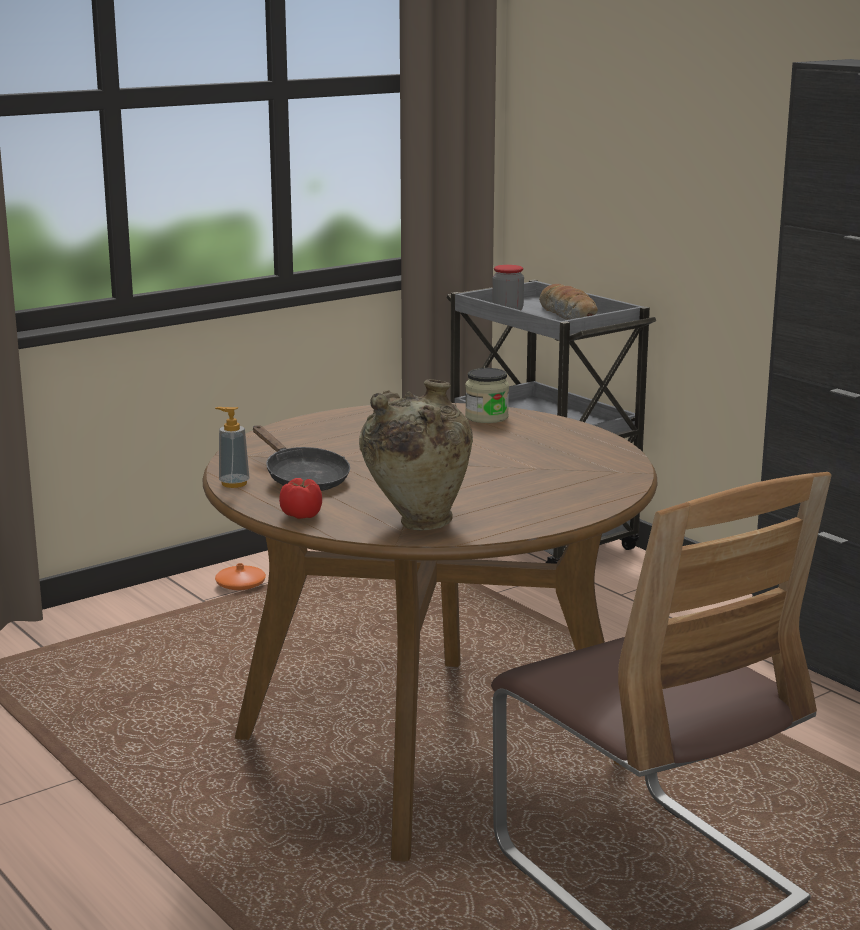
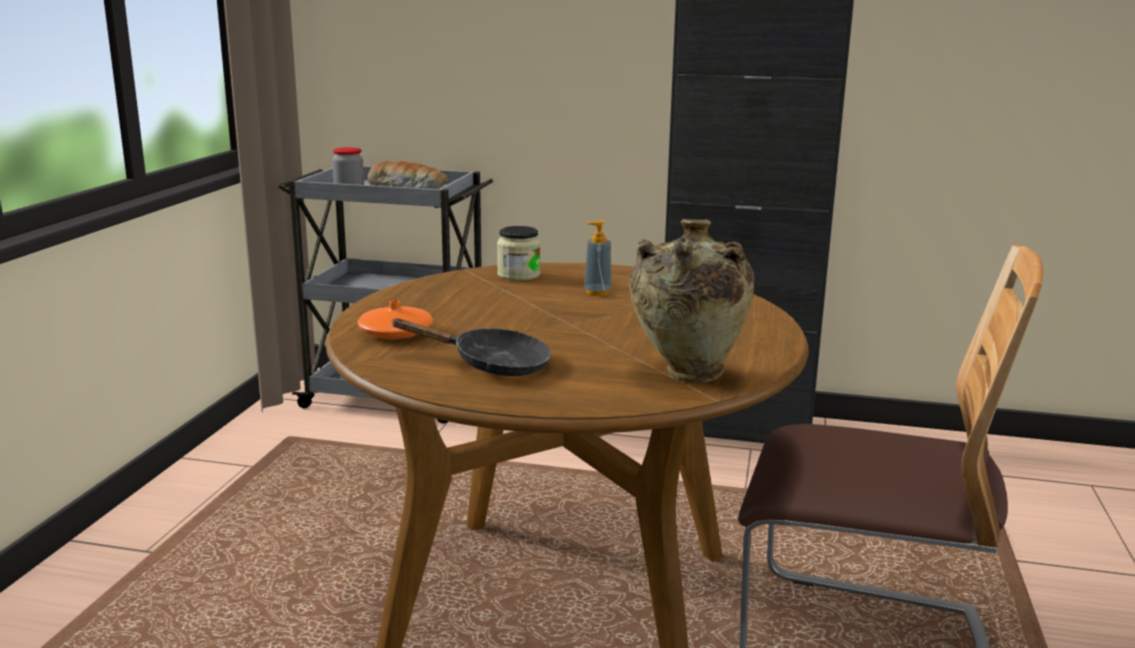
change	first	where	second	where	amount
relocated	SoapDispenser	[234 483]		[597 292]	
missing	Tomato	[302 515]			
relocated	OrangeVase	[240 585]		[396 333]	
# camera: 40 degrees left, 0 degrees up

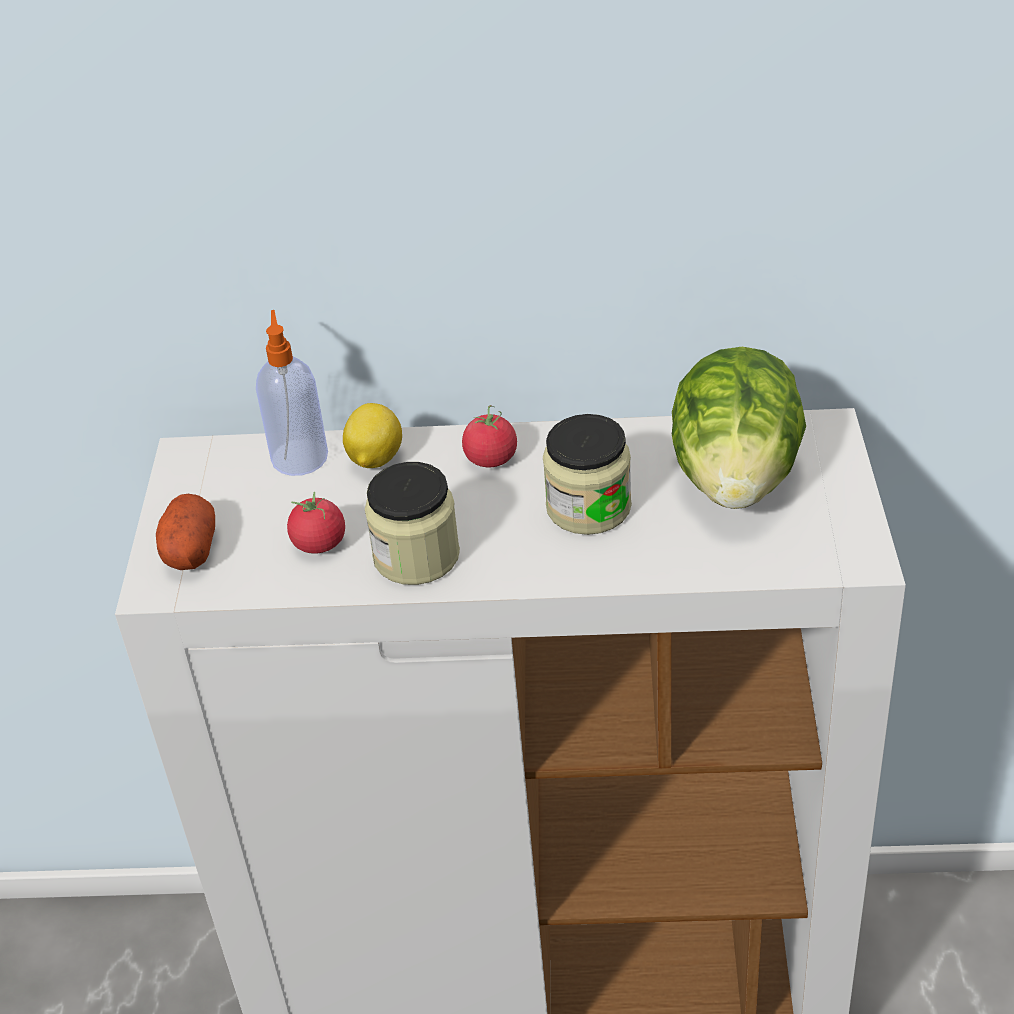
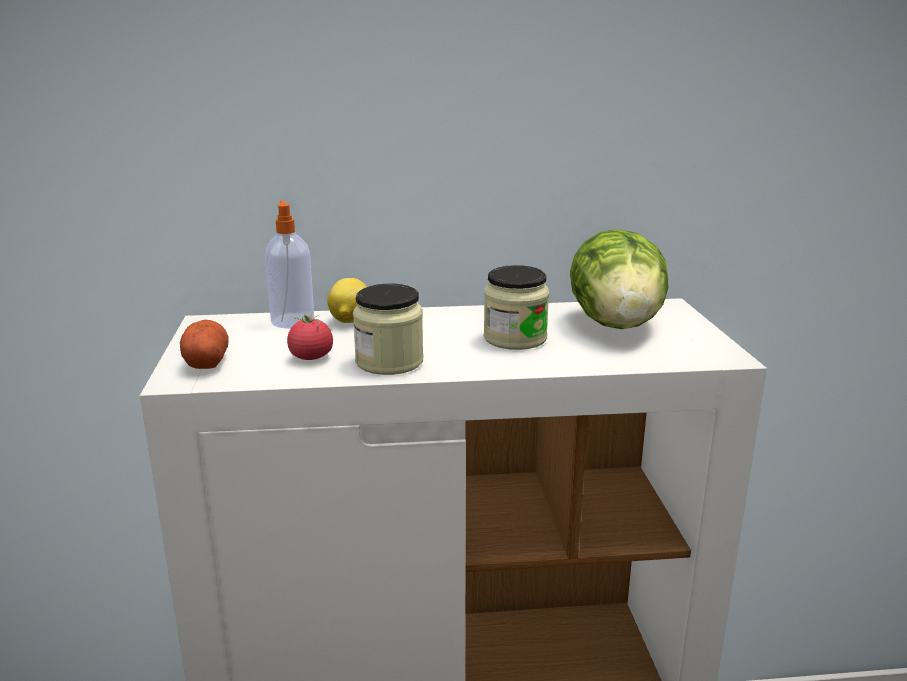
change	first	where	second	where	amount
missing	Tomato	[491 458]			
# camera: 10 degrees left, 20 degrees down

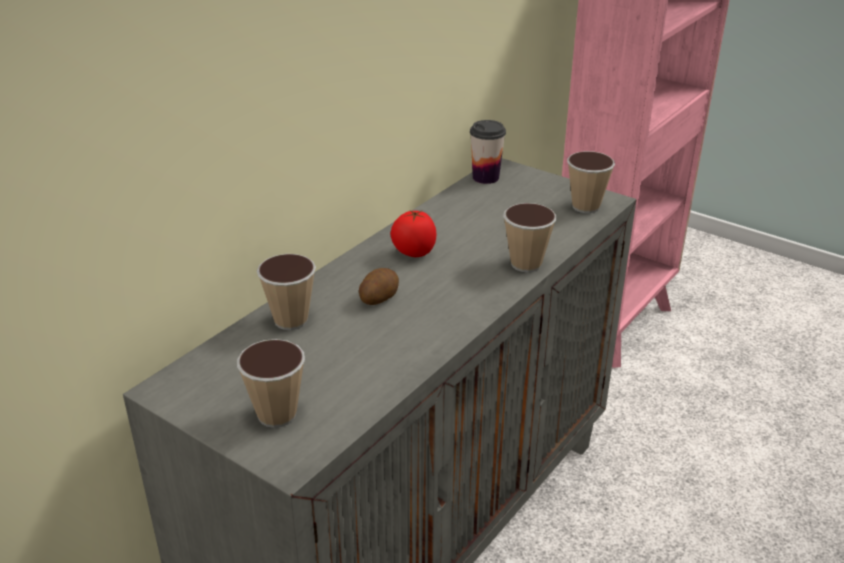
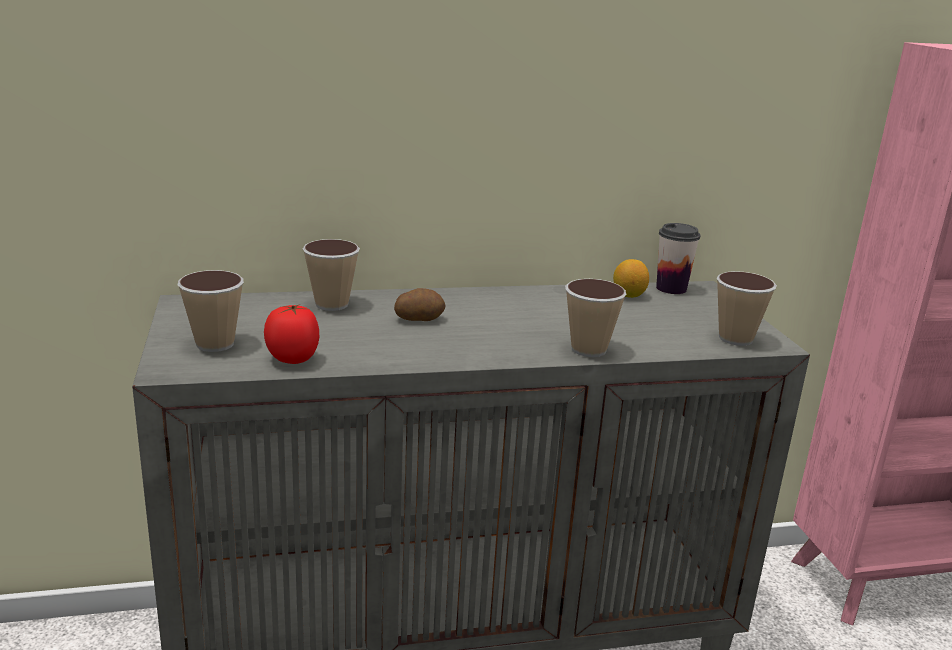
change	first	where	second	where	amount
relocated	Tomato	[413 253]		[292 359]	
appeared			Lemon	[628 295]	
# camera: 40 degrees right, 10 degrees down

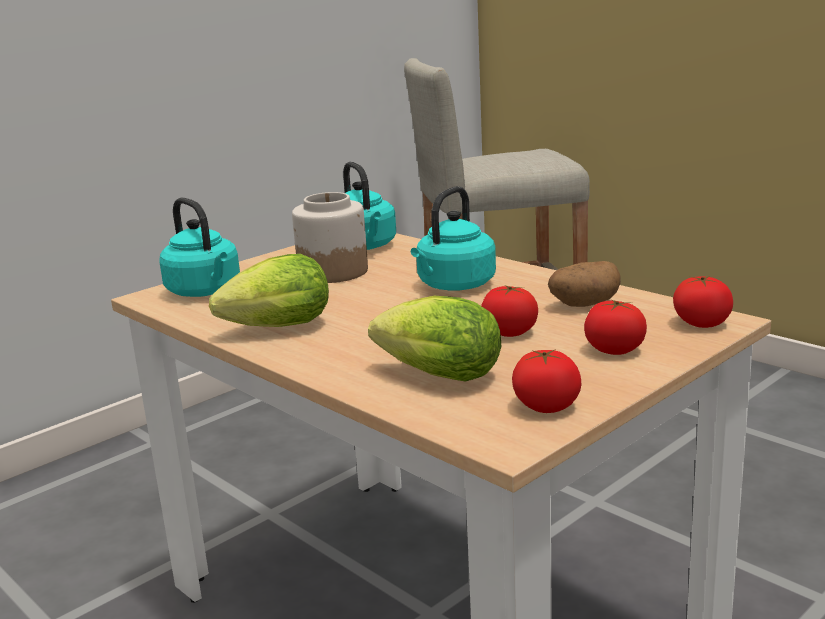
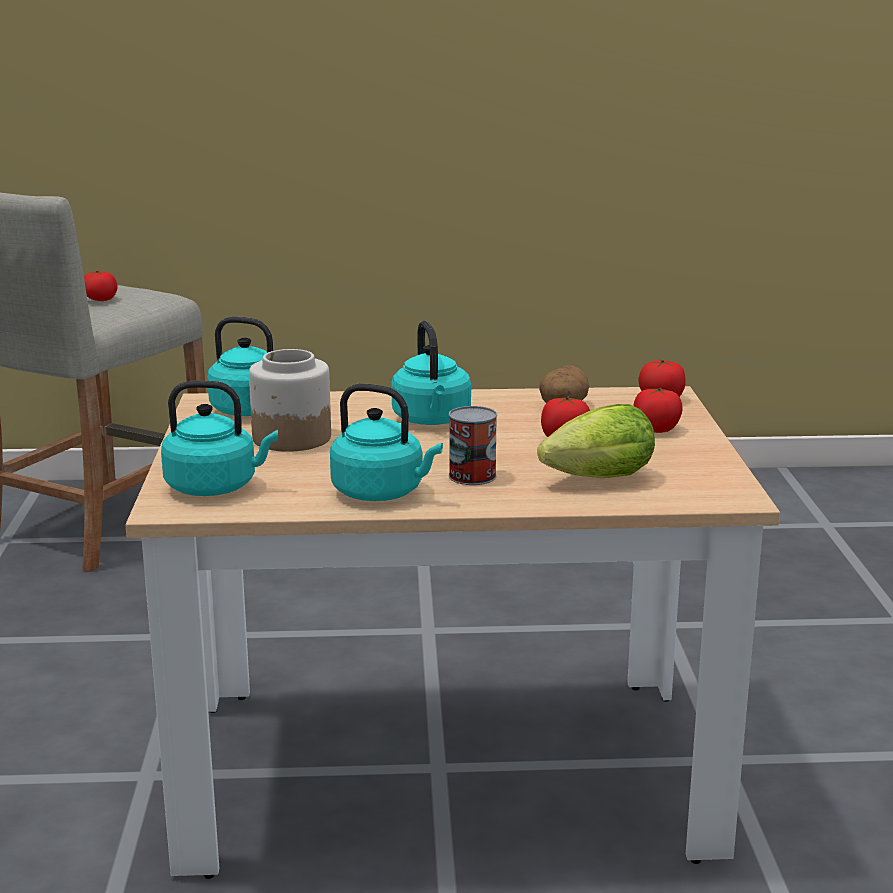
change	first	where	second	where	amount
exchanged	Lettuce	[272 329]	TurquoiseKettle	[382 493]	
relocated	Tomato	[546 406]		[100 300]	
appeared			Can	[472 476]	
# camera: 50 degrees left, 0 degrees up

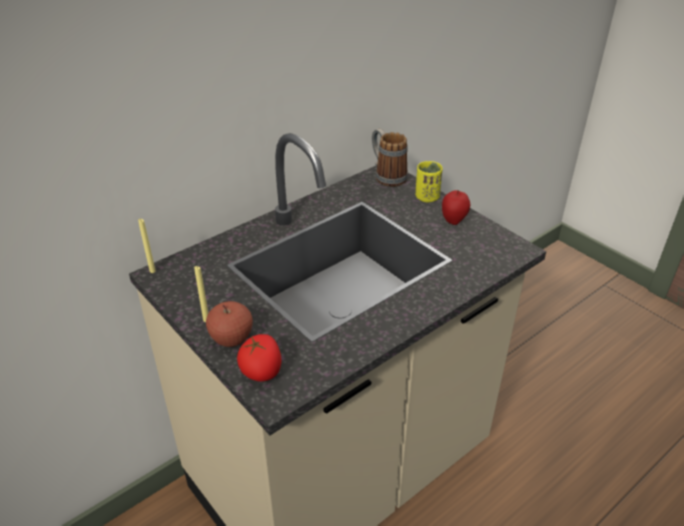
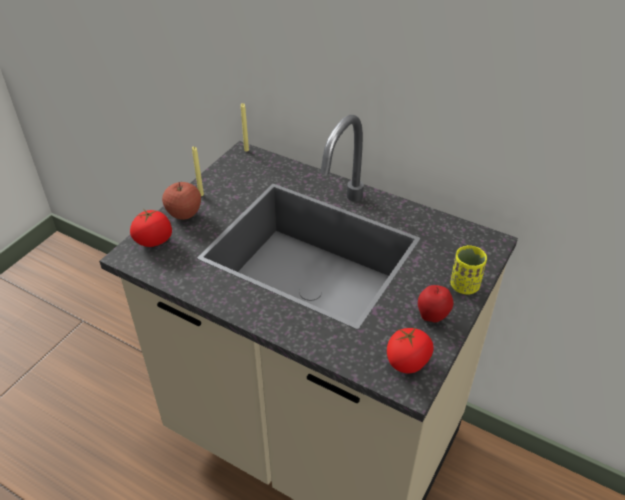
change	first	where	second	where	amount
missing	Mug	[386 175]			
appeared			Tomato	[407 362]	
# camera: 70 degrees right, 5 degrees up

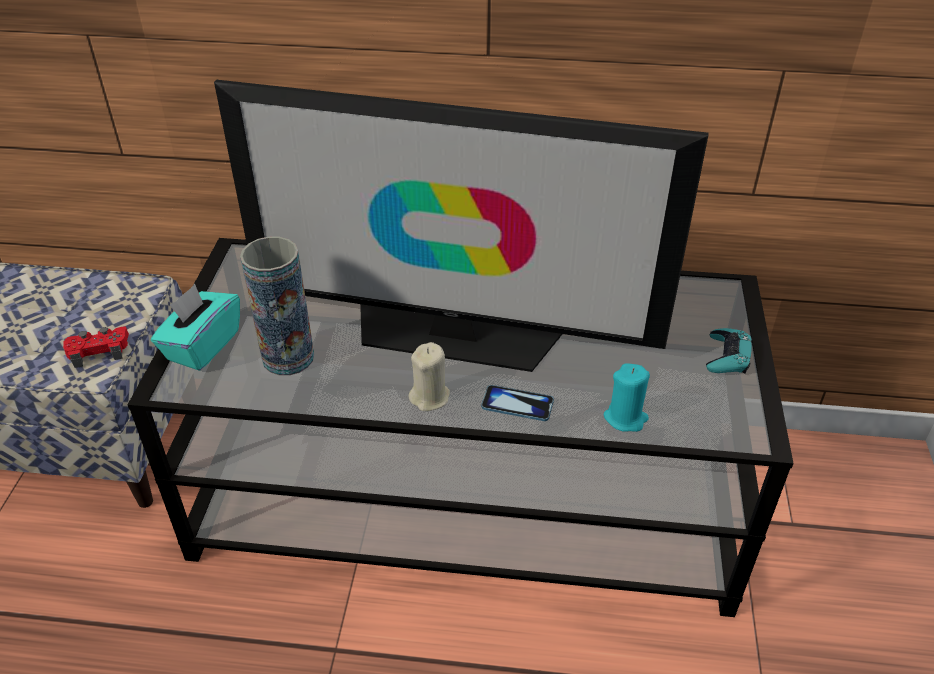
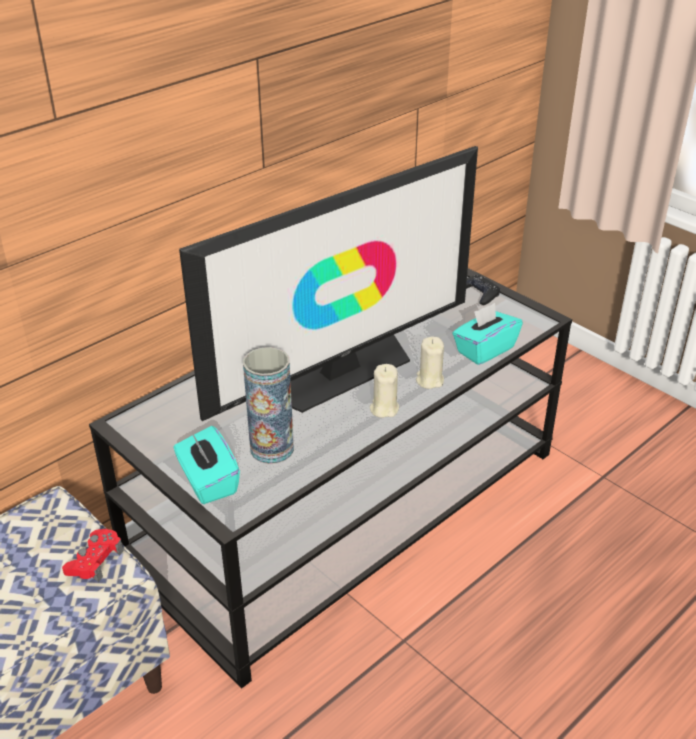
change	first	where	second	where	amount
colour	TurquoiseGameController	[727 356]	BlackGameController	[479 294]	
exchanged	TurquoiseCandle	[625 418]	TurquoiseTissueBox	[484 350]	
exchanged	Phone	[517 404]	BeigeCandle	[429 380]	
# camera: 50 degrees left, 5 degrees down

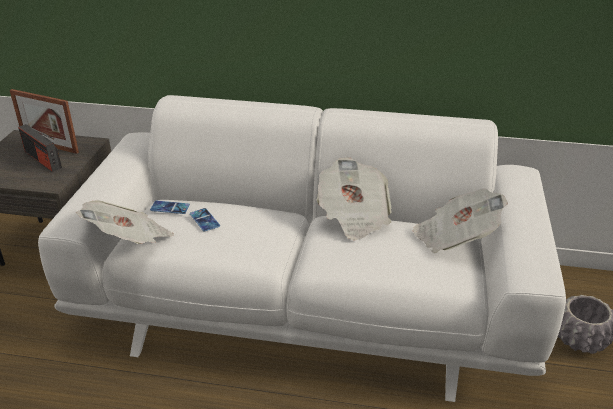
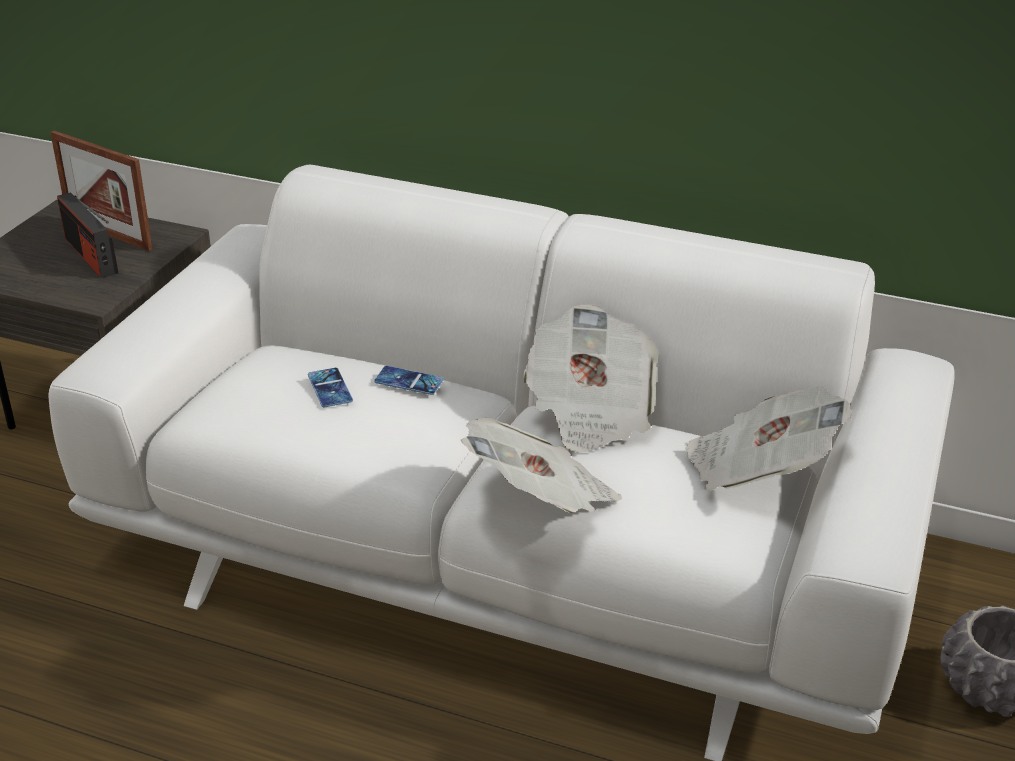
change	first	where	second	where	amount
relocated	Newspaper	[130 240]		[541 500]	
relocated	Phone	[170 207]		[409 381]	
# camera: 10 degrees right, 0 degrees up

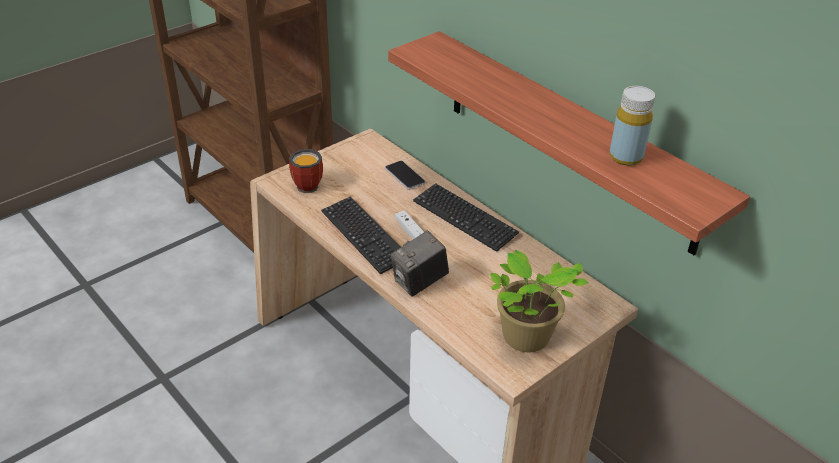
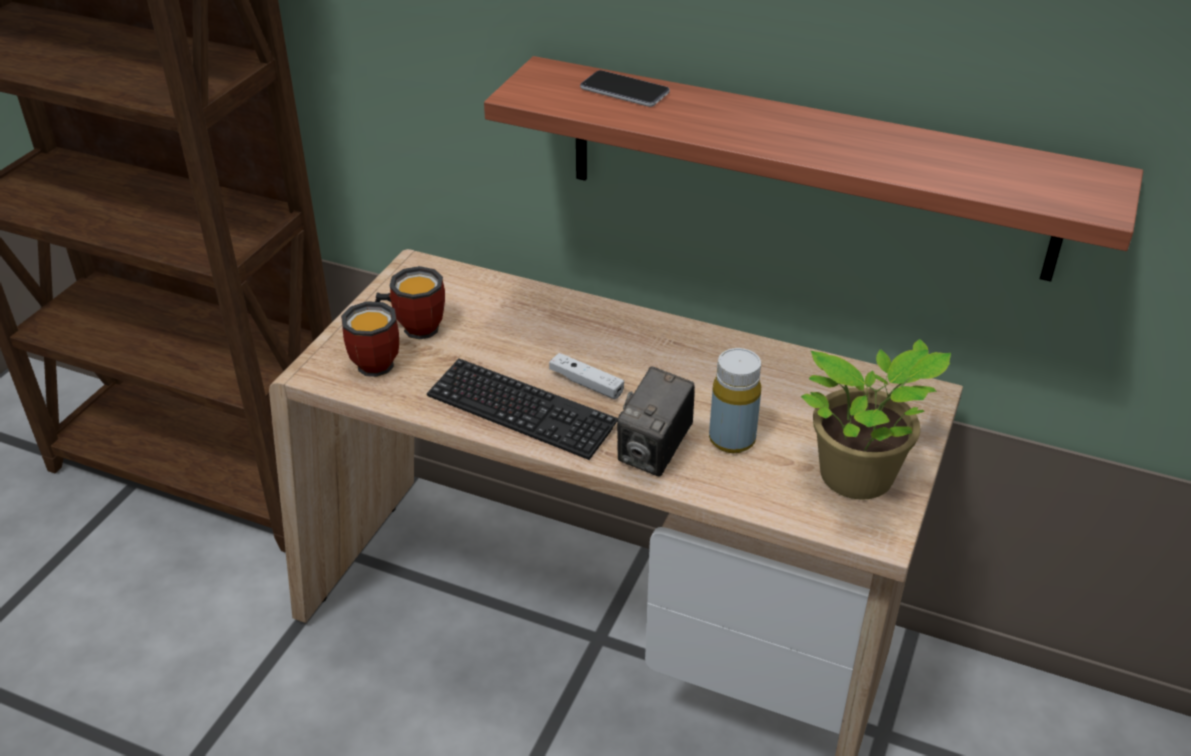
change	first	where	second	where	amount
relocated	YellowBottle	[626 157]		[732 439]	
relocated	Phone	[405 176]		[624 90]	
missing	Keyboard	[464 218]			
appeared			Mug	[414 327]	
# camera: 25 degrees left, 0 degrees up

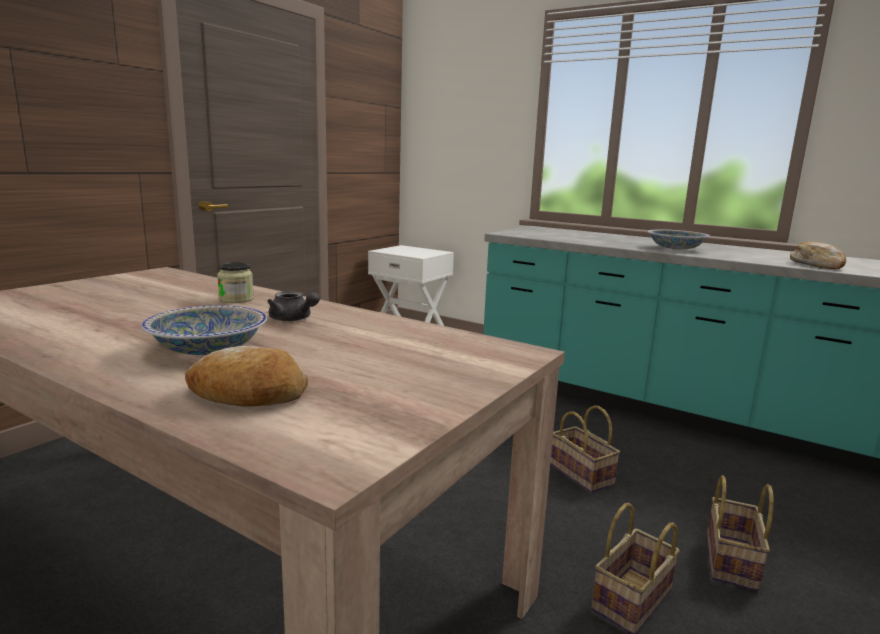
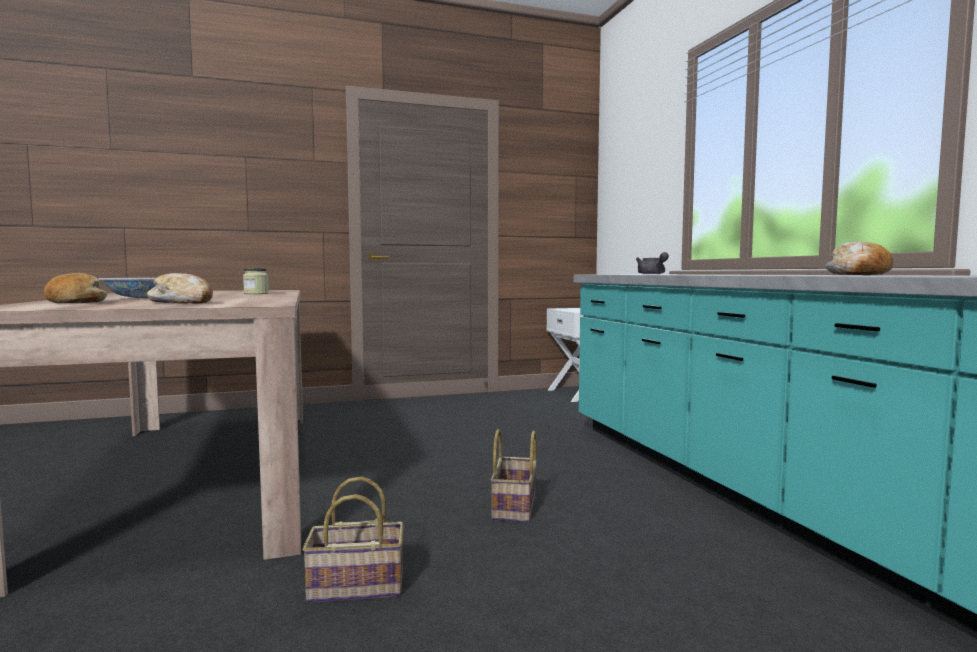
change	first	where	second	where	amount
missing	Bowl	[675 249]			
relocated	GreyTeapot	[293 319]		[652 274]	
missing	Basket	[733 563]			
appeared			Bread	[183 302]	
# camera: 40 degrees right, 10 degrees down

